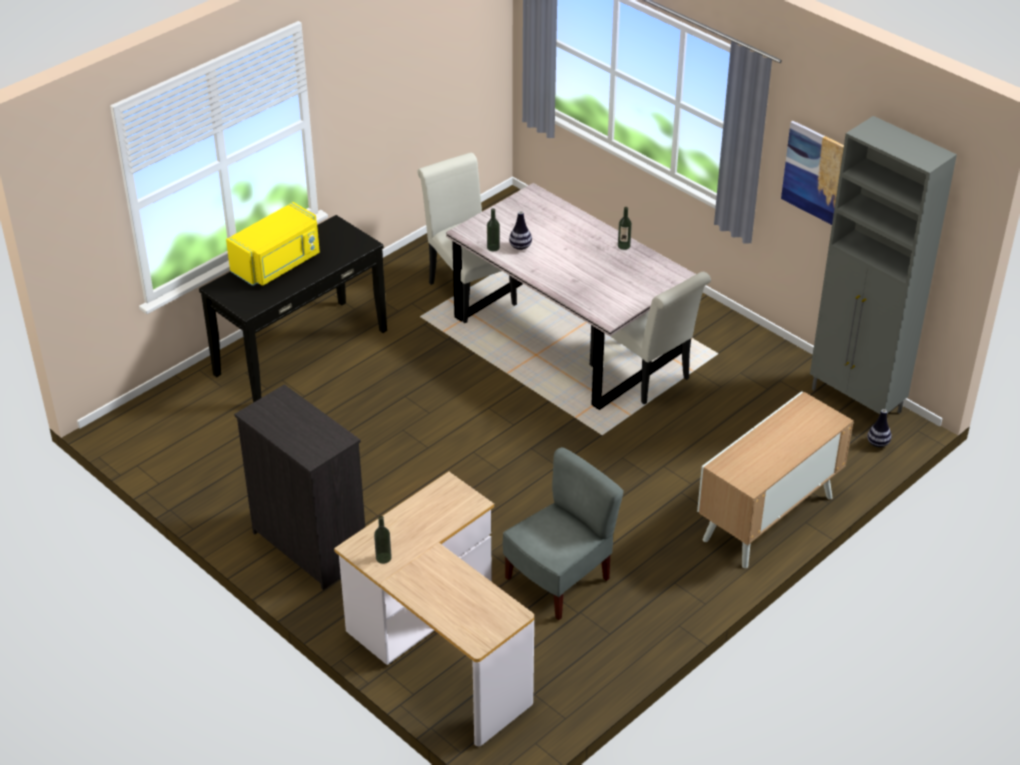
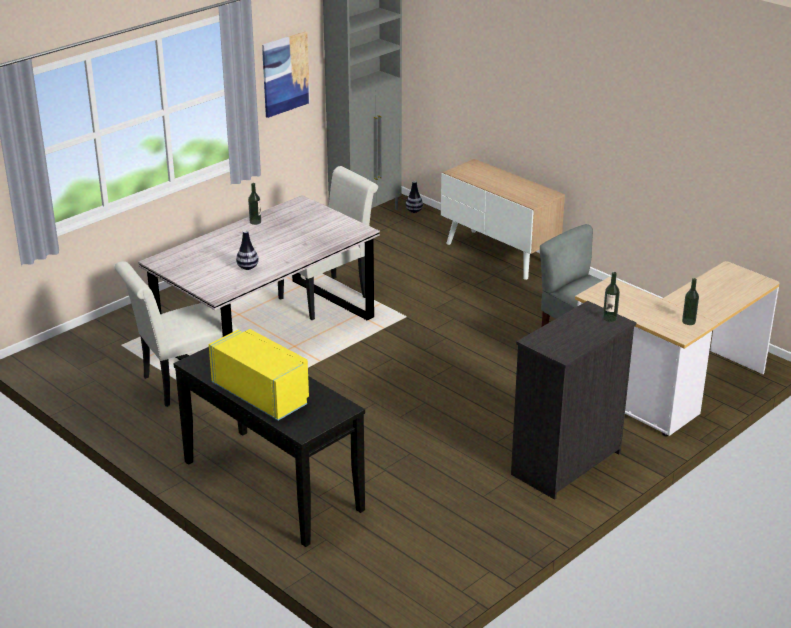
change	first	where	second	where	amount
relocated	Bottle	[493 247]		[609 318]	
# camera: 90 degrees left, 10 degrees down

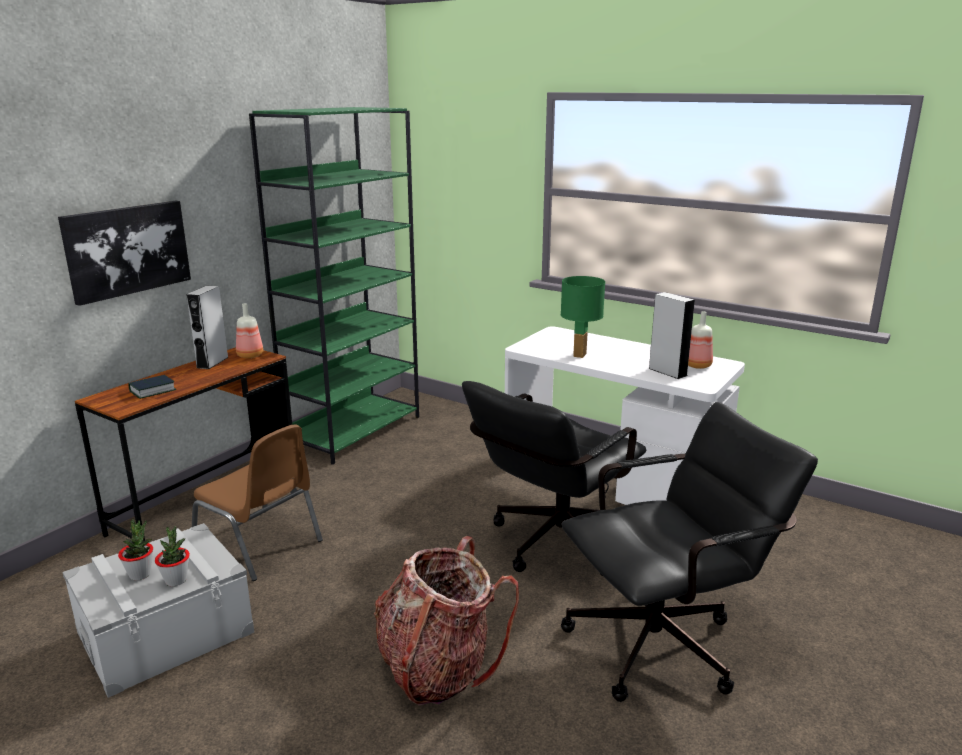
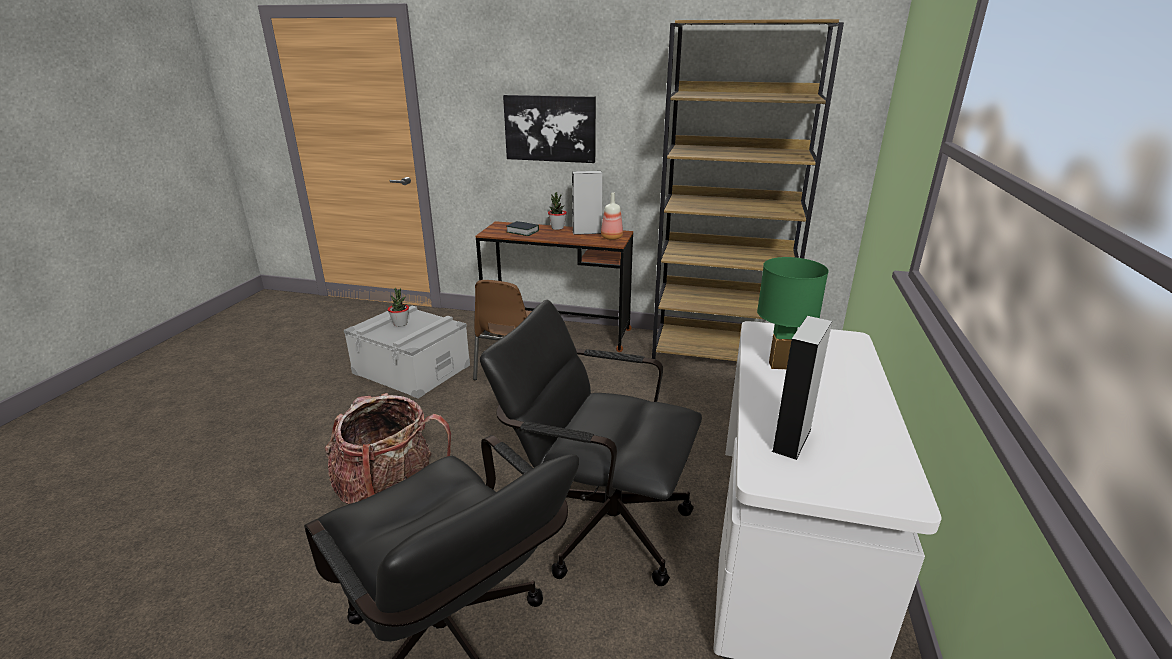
change	first	where	second	where	amount
colour	GreenBookcase	[354 431]	BrownBookcase	[719 352]	
missing	Bottle	[697 366]			
relocated	PottedPlant	[176 580]		[557 228]	
# camera: 70 degrees right, 5 degrees up

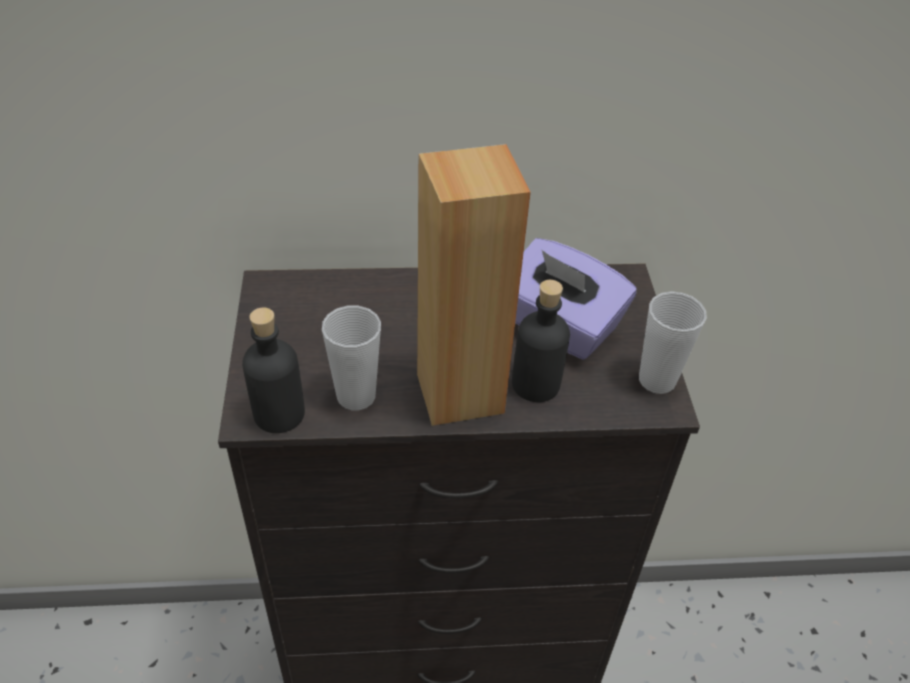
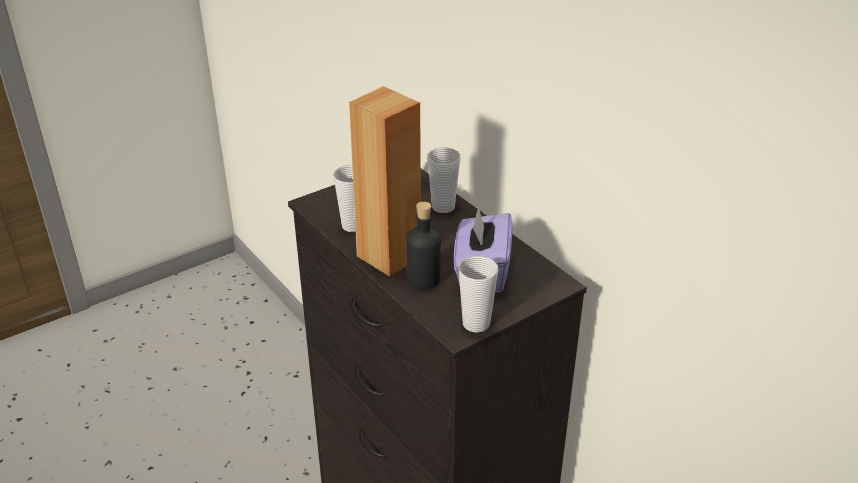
change	first	where	second	where	amount
missing	BlackBottle	[279 413]			
appeared			Cup	[443 207]	
# camera: 60 degrees right, 10 degrees down

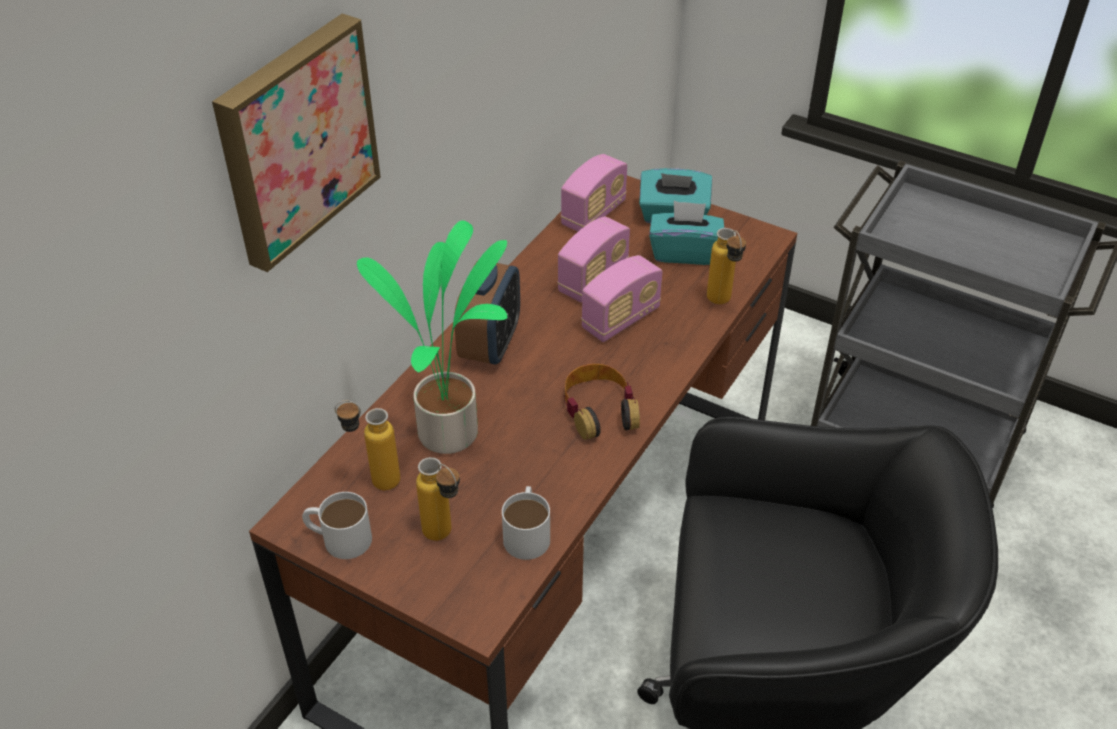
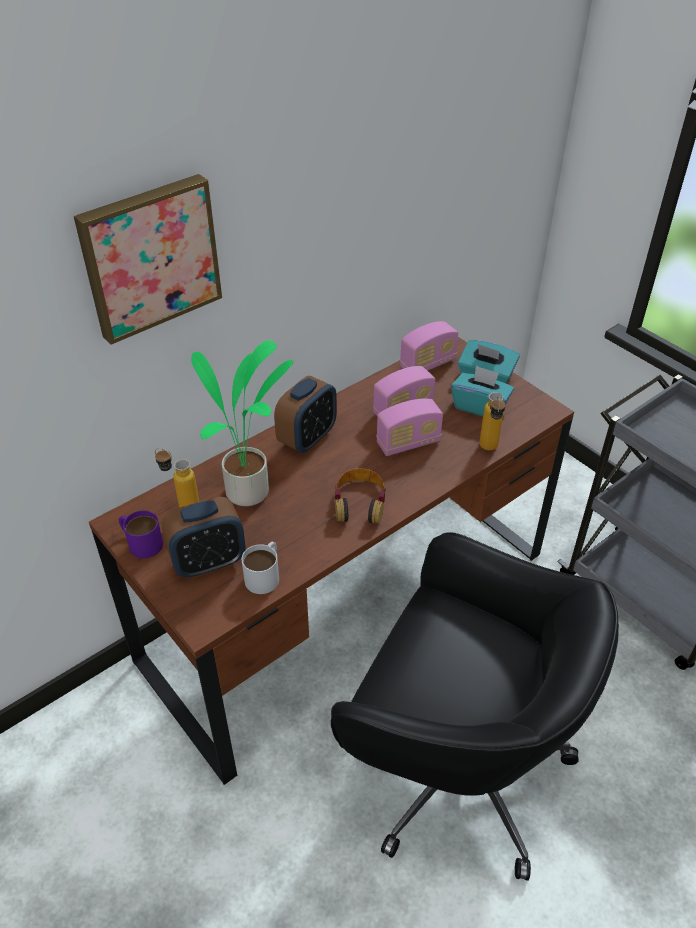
change	first	where	second	where	amount
exchanged	Bottle	[445 537]	AlarmClock	[208 562]	
colour	WhiteMug	[338 538]	PurpleMug	[140 542]	
# camera: 20 degrees right, 0 degrees up

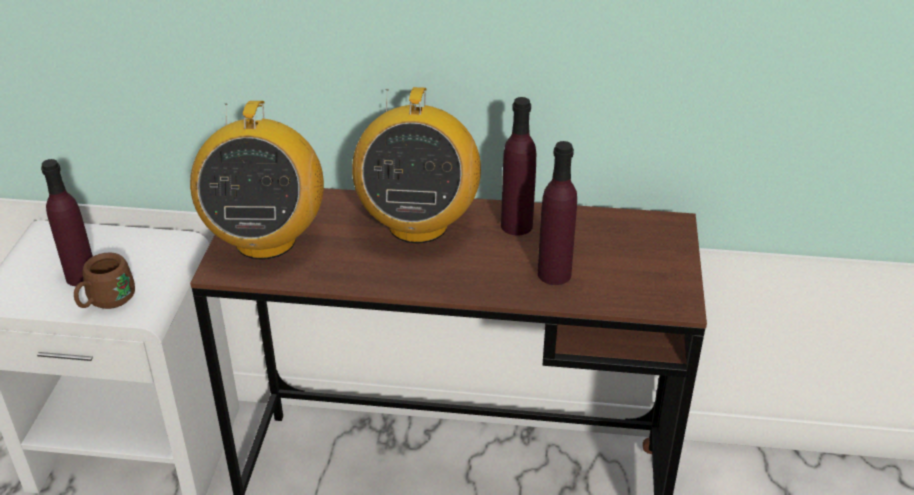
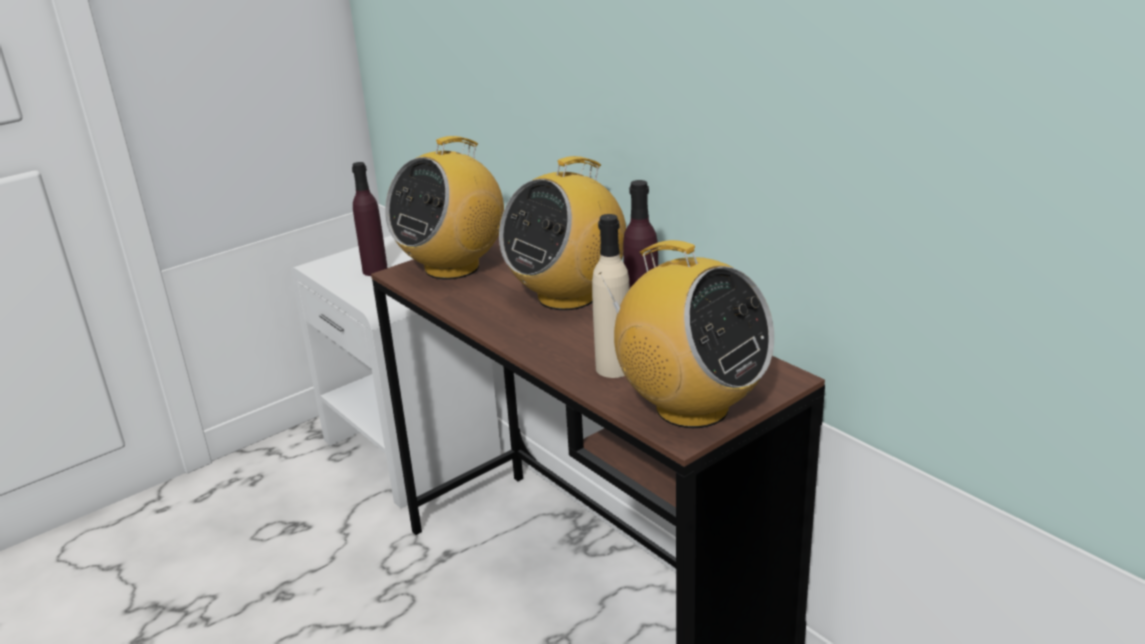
change	first	where	second	where	amount
colour	PurpleBottle	[554 274]	BeigeBottle	[613 368]	
missing	BrownMug	[106 301]			
appeared			Radio	[690 408]	
# camera: 45 degrees right, 10 degrees down

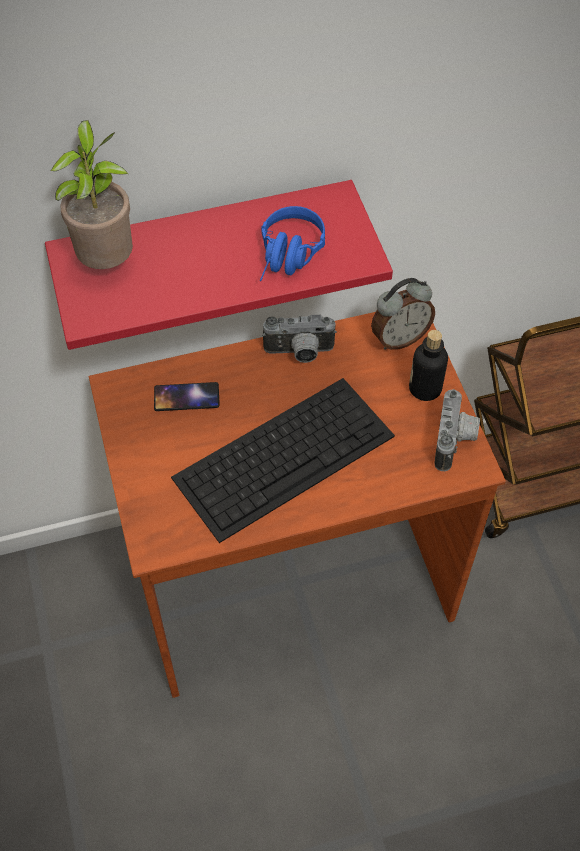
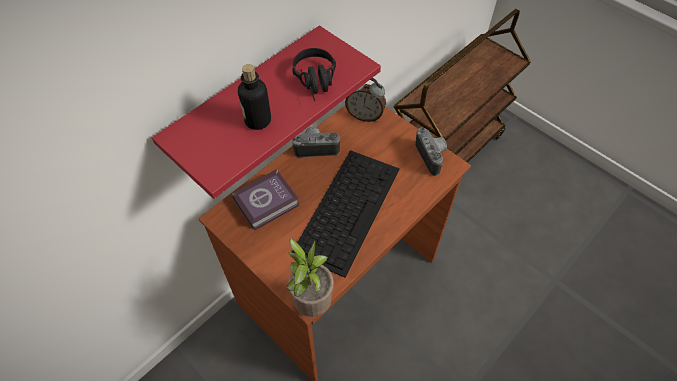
change	first	where	second	where	amount
relocated	PottedPlant	[108 262]		[311 302]	
colour	BlueHeadphones	[288 258]	BlackHeadphones	[317 83]	
spun	AlarmClock	[399 338]		[365 115]	75 degrees clockwise
spun	PhotoCamera	[299 353]		[316 148]	150 degrees counterclockwise
relocated	Bottle	[425 388]		[258 120]	
exchanged	Phone	[186 397]	Book	[268 202]	
# camera: 30 degrees left, 0 degrees up

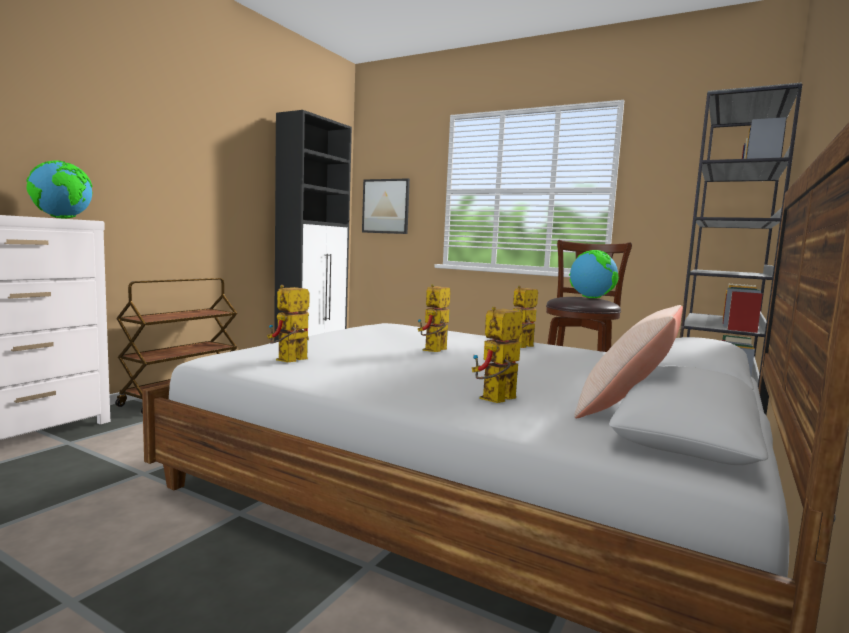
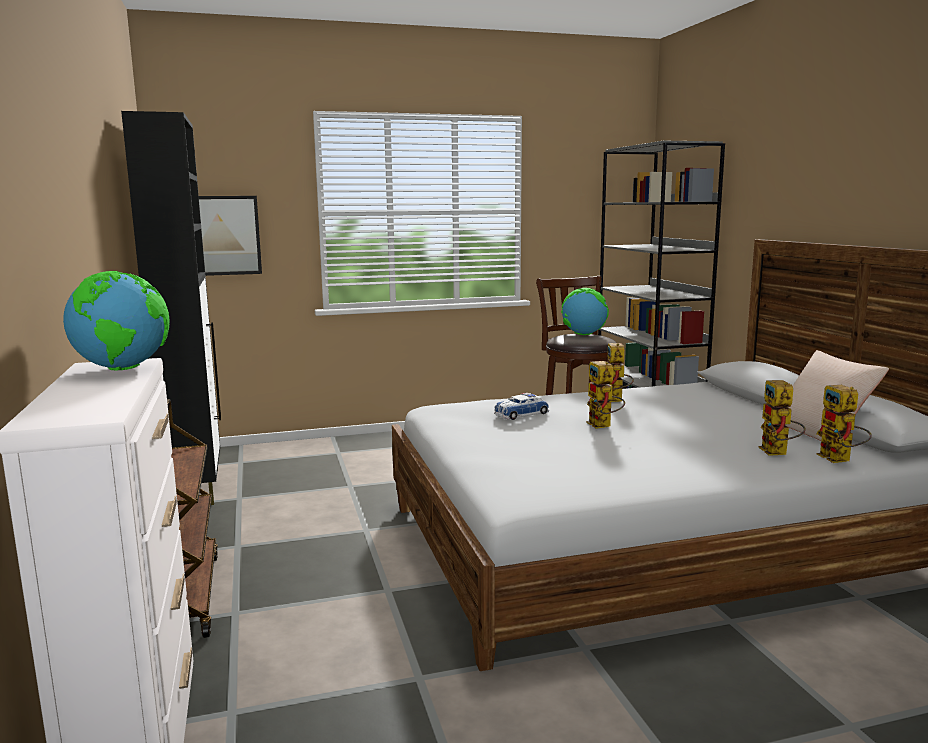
change	first	where	second	where	amount
relocated	ToyRobot	[289 361]		[840 460]	
appeared			ToyCar	[521 413]	
# camera: 45 degrees left, 5 degrees up

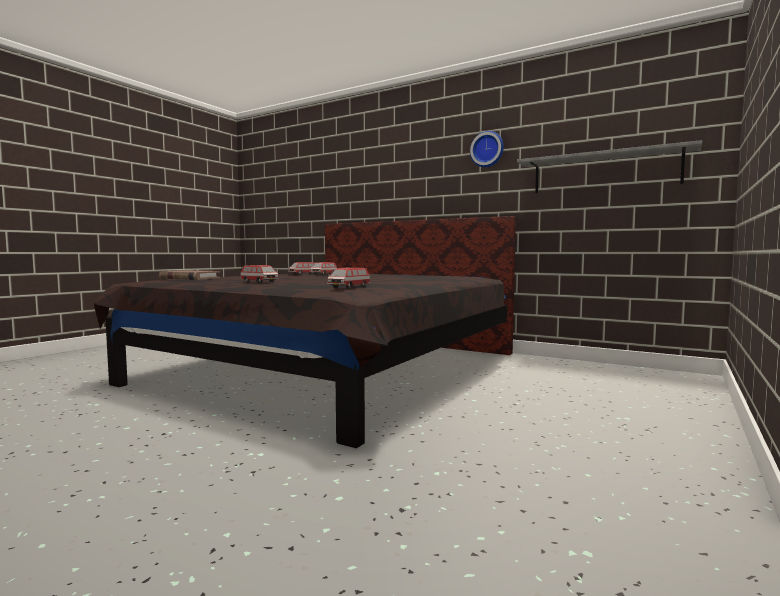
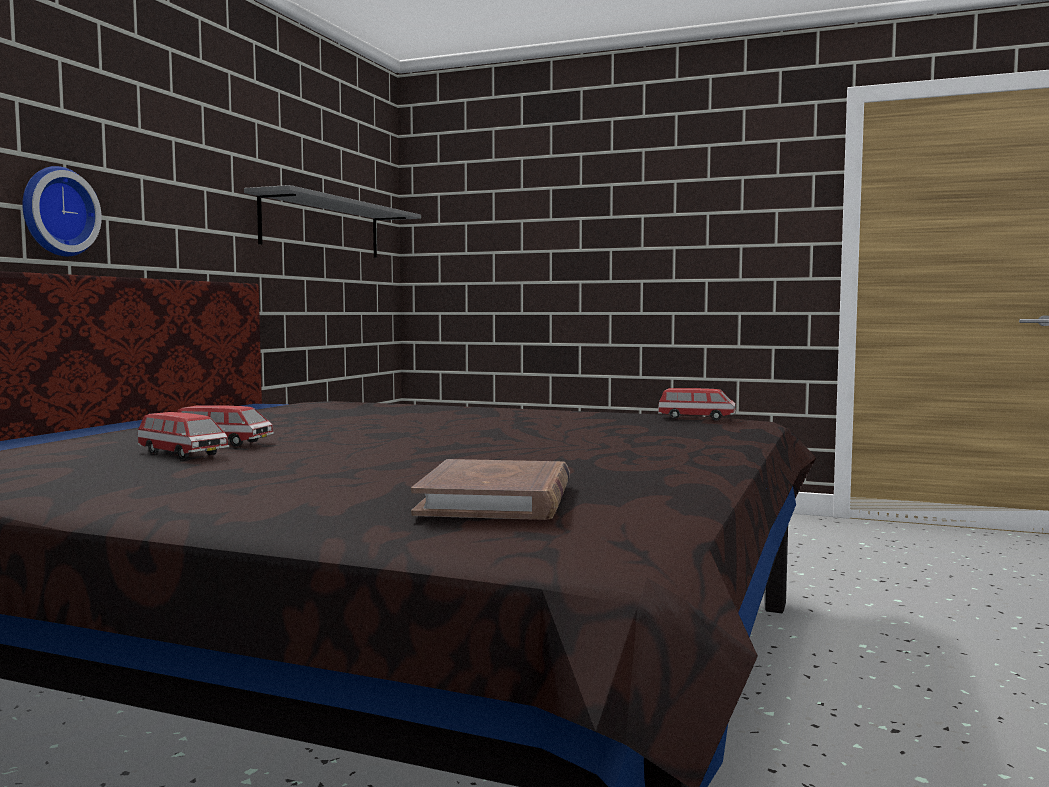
change	first	where	second	where	amount
relocated	WallClock	[487 149]		[56 212]	
missing	ToyCar	[259 282]			
# camera: 100 degrees left, 0 degrees up

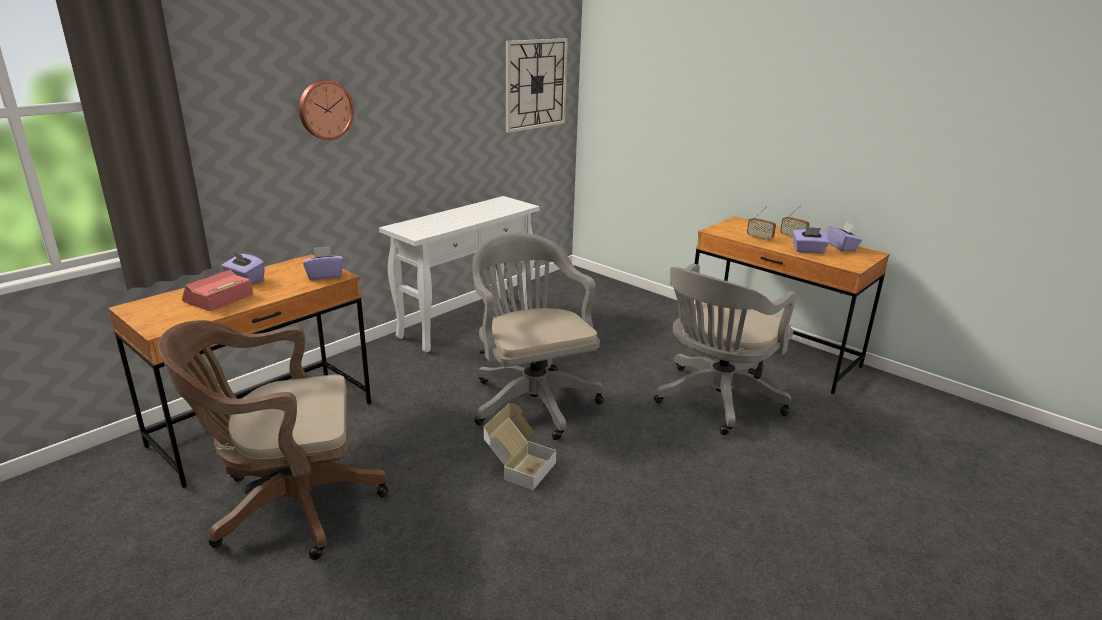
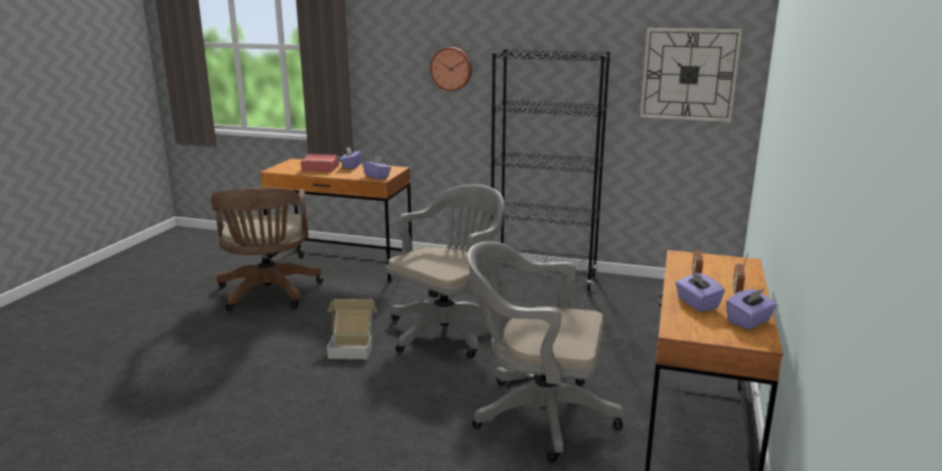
change	first	where	second	where	amount
exchanged	WhiteConsoleTable	[467 322]	BlackBookcase	[543 277]	
spun	BrownOfficeChair	[288 505]		[268 294]	150 degrees counterclockwise
# camera: 65 degrees right, 5 degrees down

